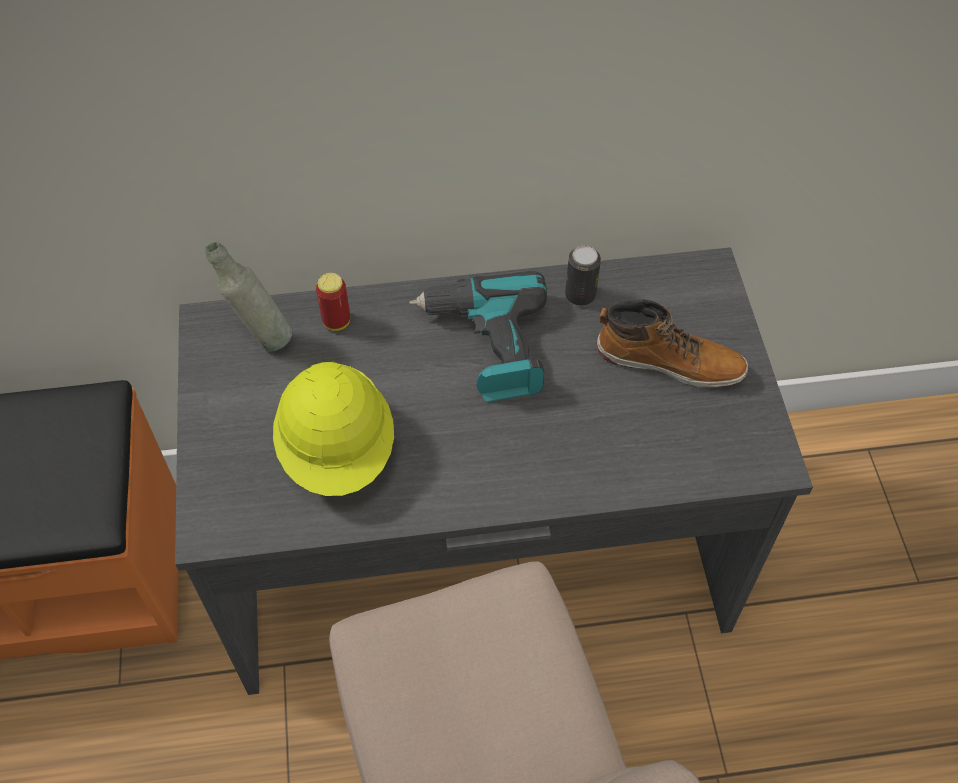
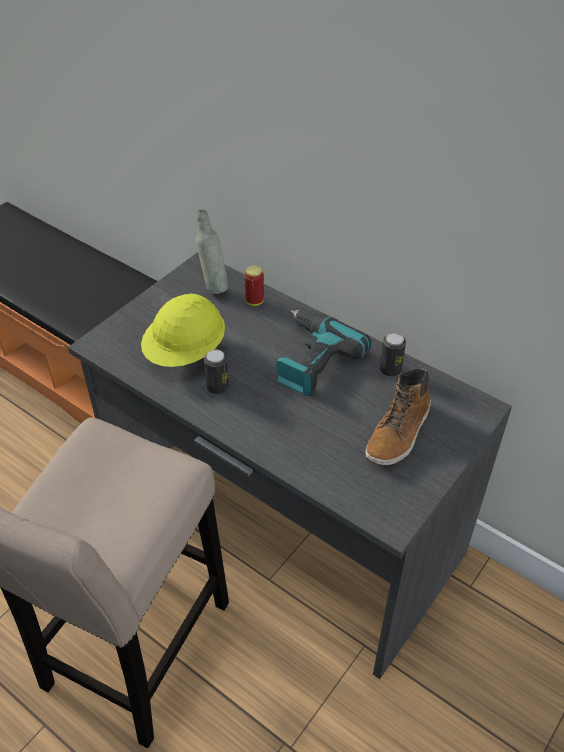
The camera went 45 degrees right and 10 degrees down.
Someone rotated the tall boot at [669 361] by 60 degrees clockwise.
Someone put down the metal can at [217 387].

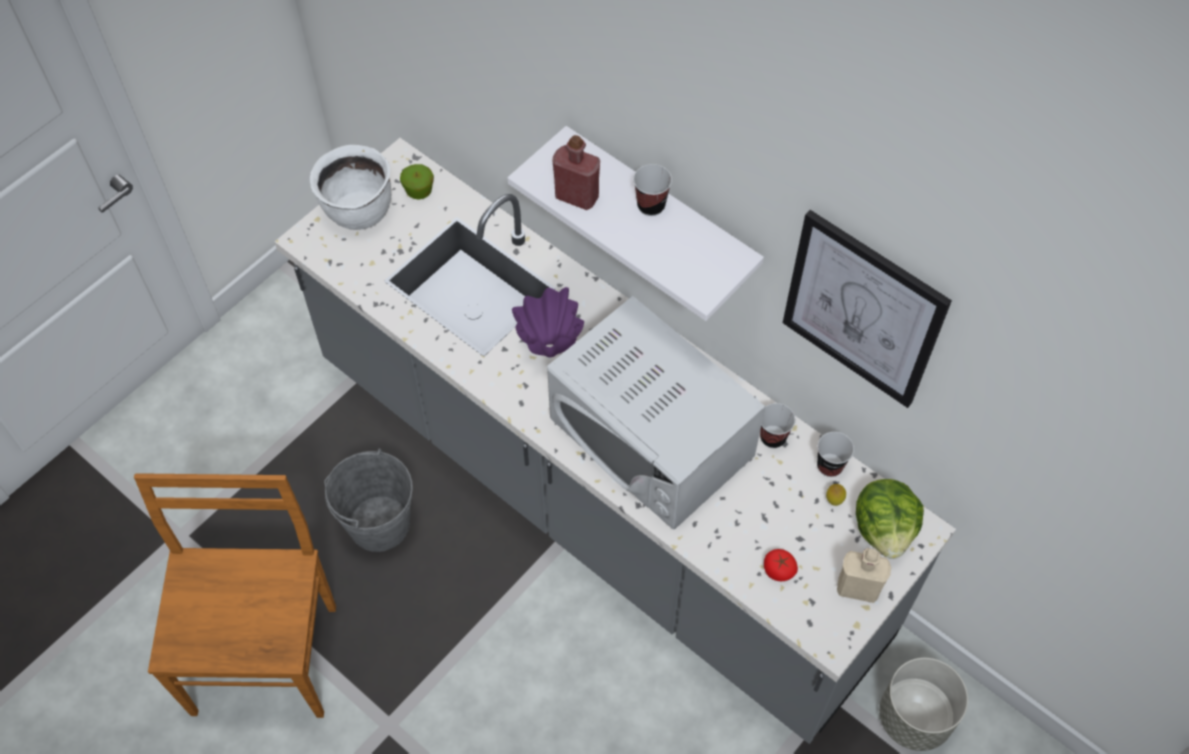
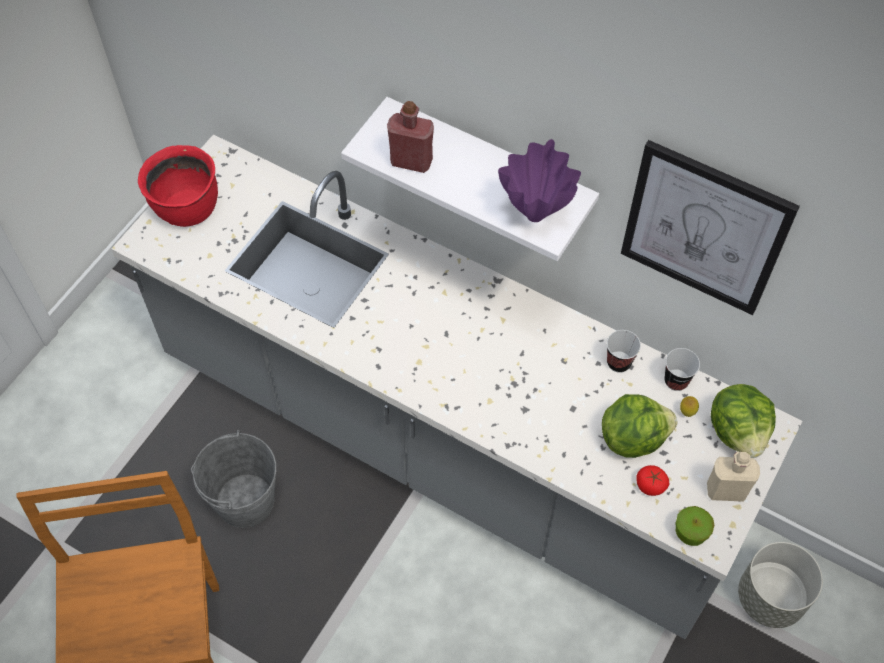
The camera went 10 degrees left and 0 degrees up.
Someone repainted the white saucepot at [358 211], which became the reddish saucepot at [187 209].
Someone carried the whole apple from [419 191] to [690 533].
Someone carried the purple vase from [549 352] to [534 216].
Someone took away the white kitchen microwave at [651 436].
Someone took away the small cup at [651 205].
Someone put down the lettuce head at [632 437].

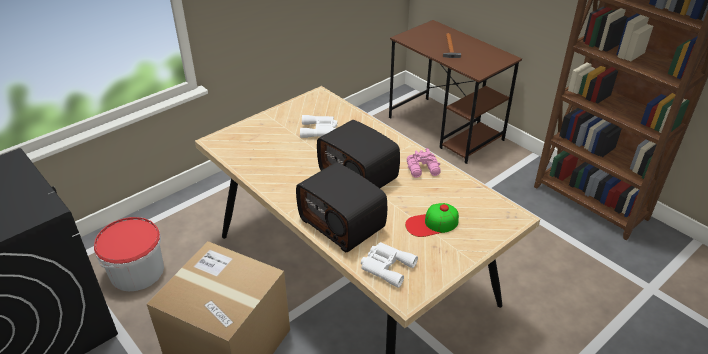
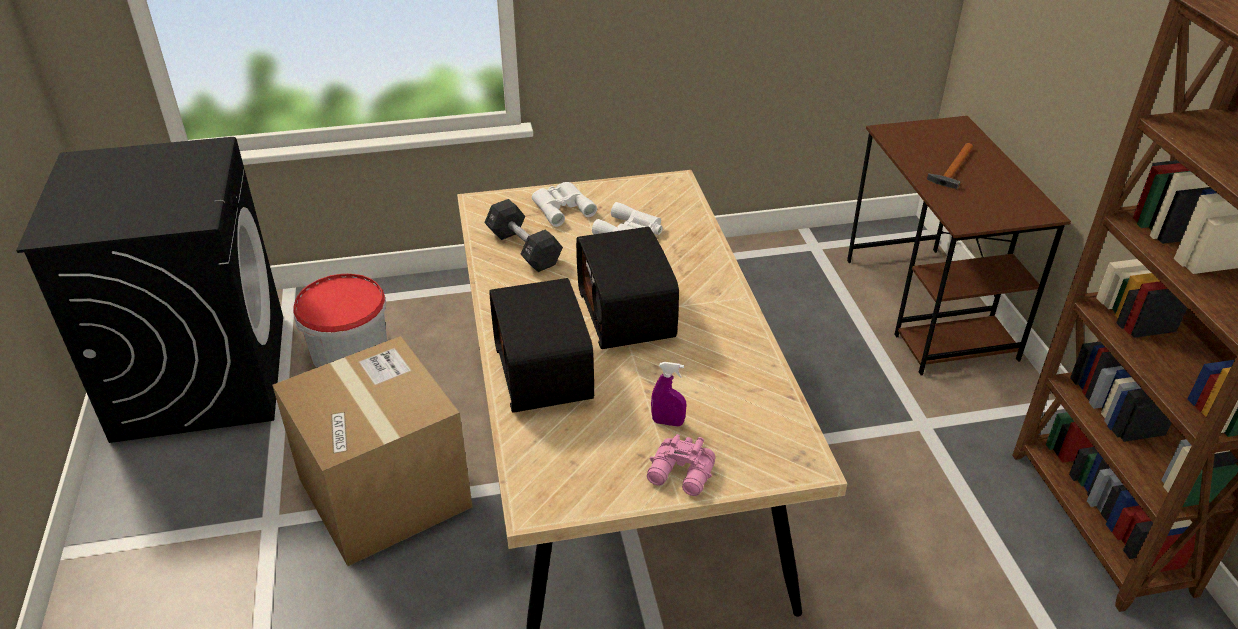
The camera went 30 degrees right and 0 degrees up.
Someone carried the white field glasses from [386 266] to [561 207].
Someone swapped the peaked cap at [432 224] for the purple sprayer at [667 422].
Someone carried the pinkish field glasses from [423 170] to [681 475].
Someone put down the blackish hand weight at [523 248].

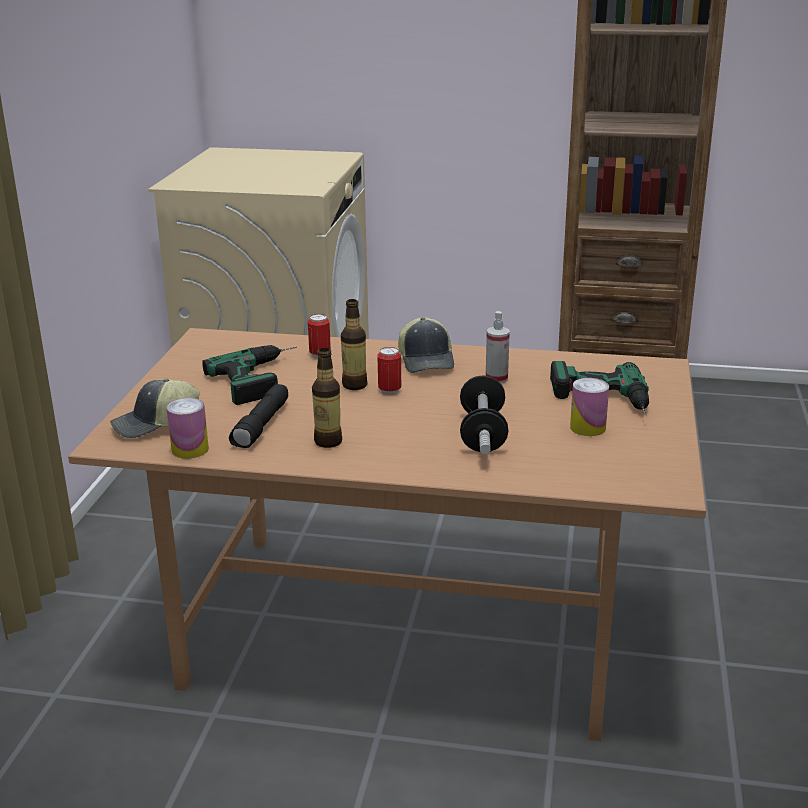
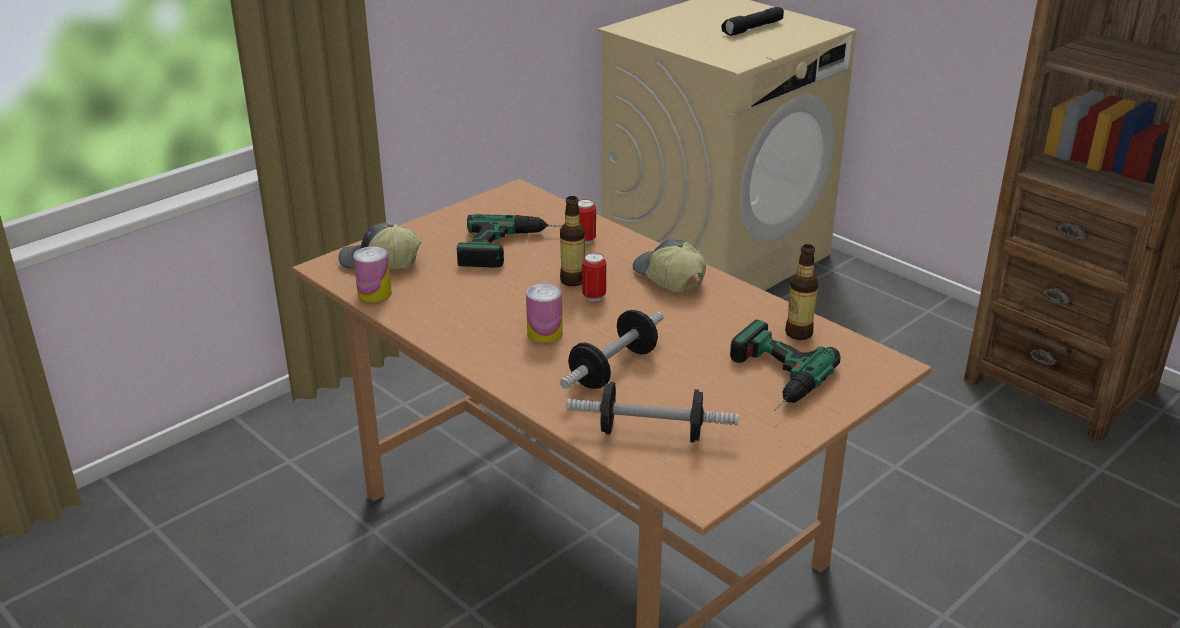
The camera went 35 degrees right and 5 degrees up.
Someone carried the blackish flashlight from [262 426] to [753 29].
Someone carried the beverage bottle from [328 442] to [799 333].
Someone rotated the peaked cap at [427 360] by 120 degrees clockwise.
Someone took away the sprayer at [496 379].
Someone carried the metal can from [587 427] to [544 333].
Someone put down the hand weight at [651 433].

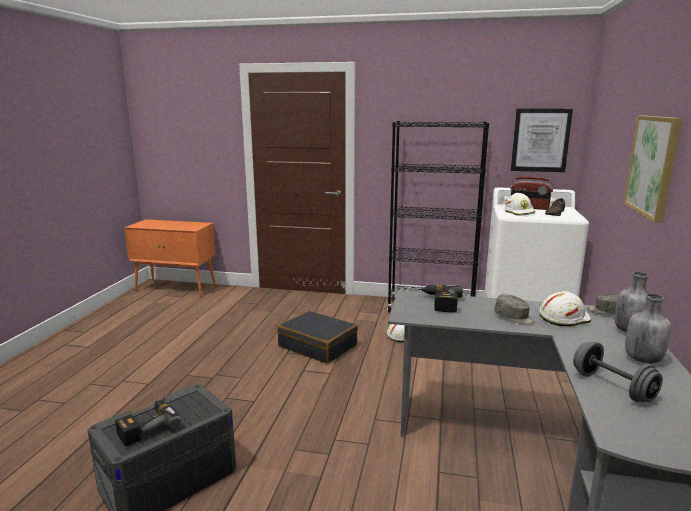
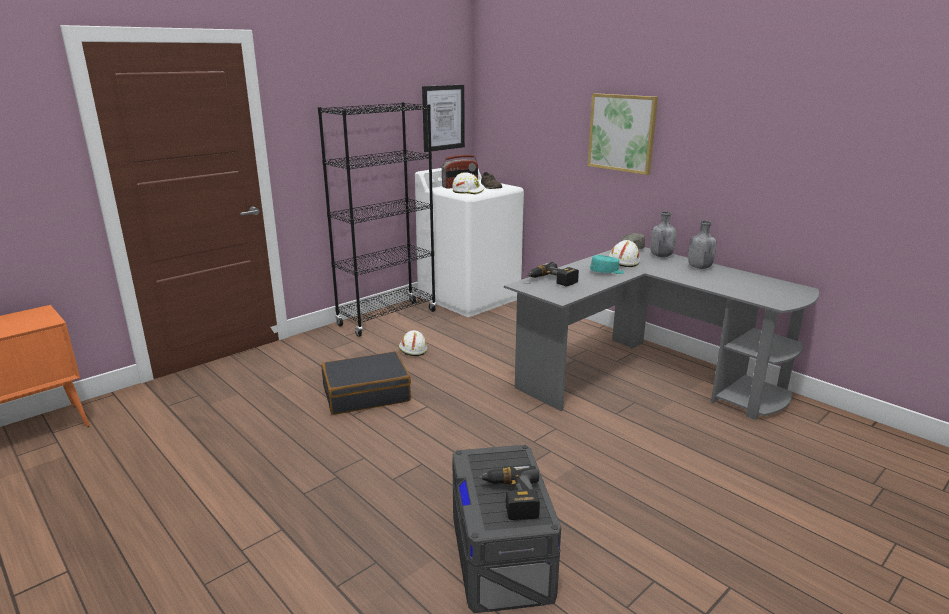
The camera went 55 degrees left and 5 degrees up.
Someone repainted the grey peaked cap at [514 318], which became the blue-green peaked cap at [607 272].
Someone took away the grey hand weight at [612 387].

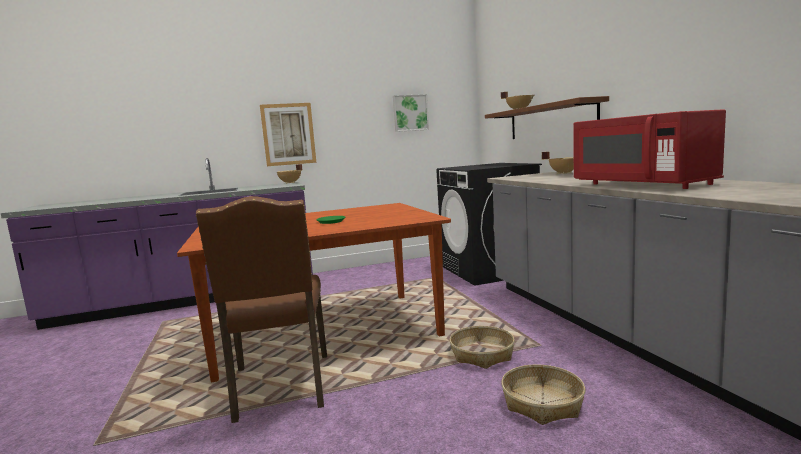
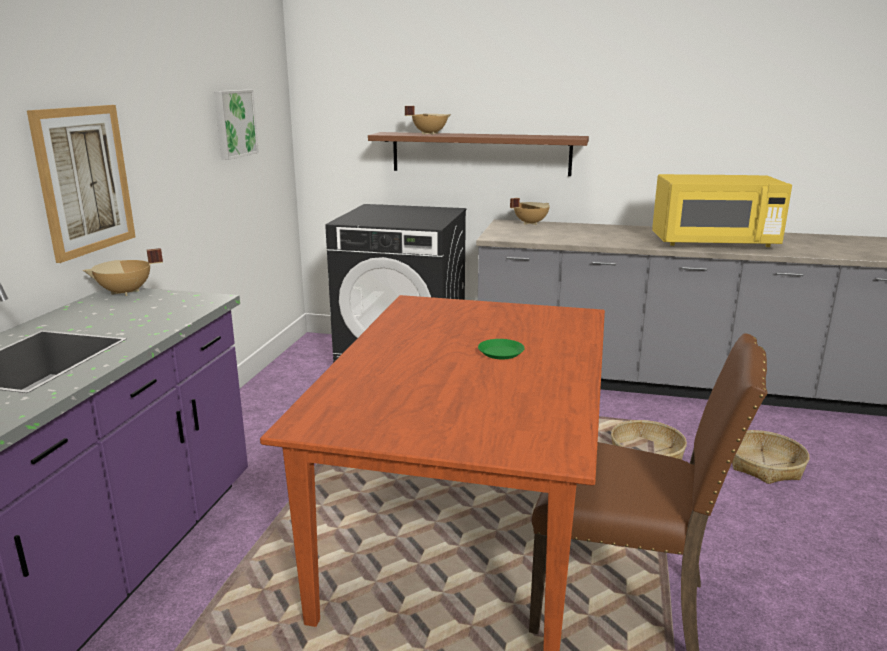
The camera went 60 degrees left and 10 degrees up.
Someone repainted the reddish kitchen microwave at [642 184], which became the yellow kitchen microwave at [713 243].

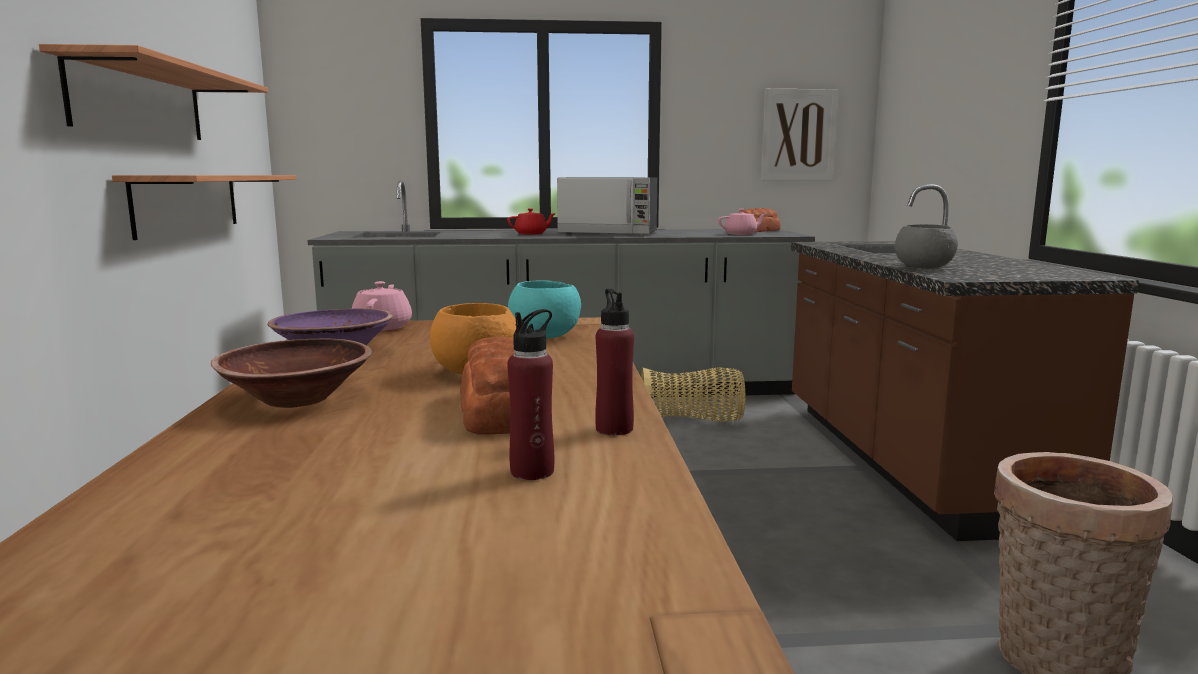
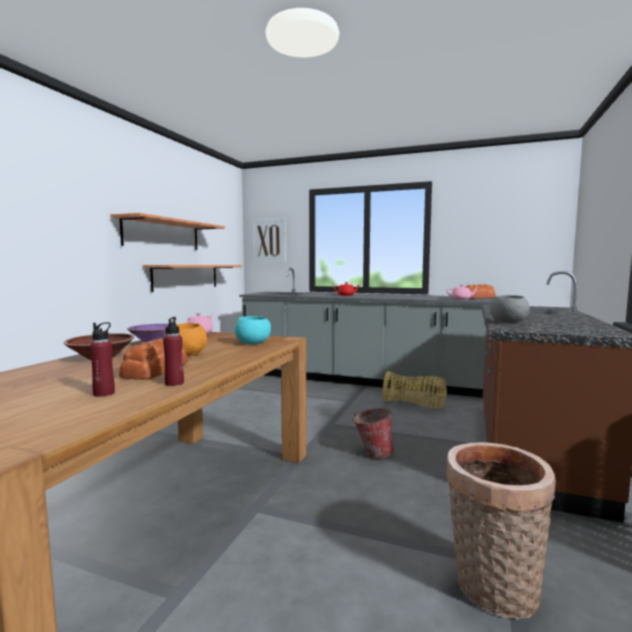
The camera went 25 degrees right and 5 degrees down.
Someone took away the kitchen microwave at [608 233].
Someone carried the picture from [798 135] to [269 240].
Someone put down the pail at [372 454].

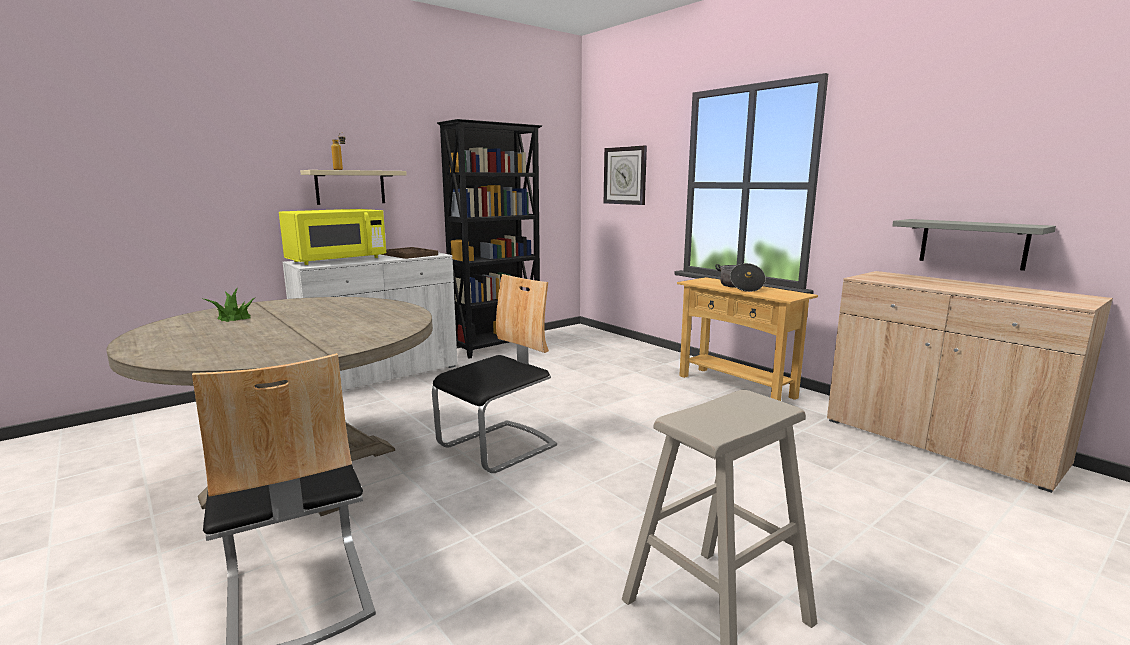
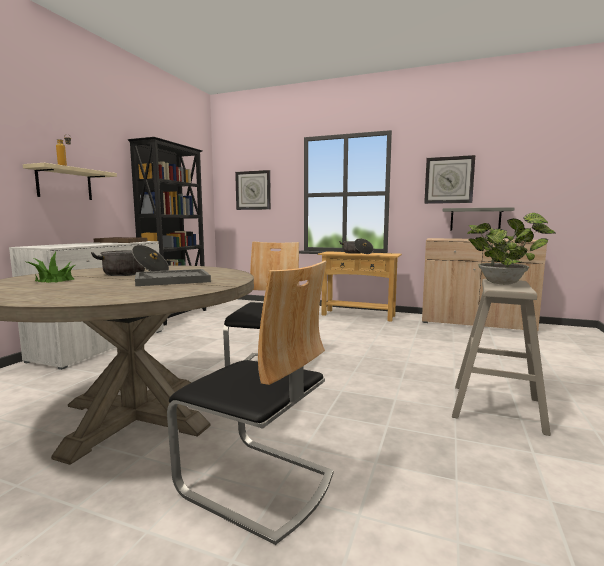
The camera went 30 degrees left and 5 degrees down.
Someone took away the yellow kitchen microwave at [336 260].
Someone put down the saucepot at [134 274].
Someone put down the grey carrying tray at [172 280].
Someone put up the clock on the wall at [449 180].
Someone put down the potted plant at [505 283].

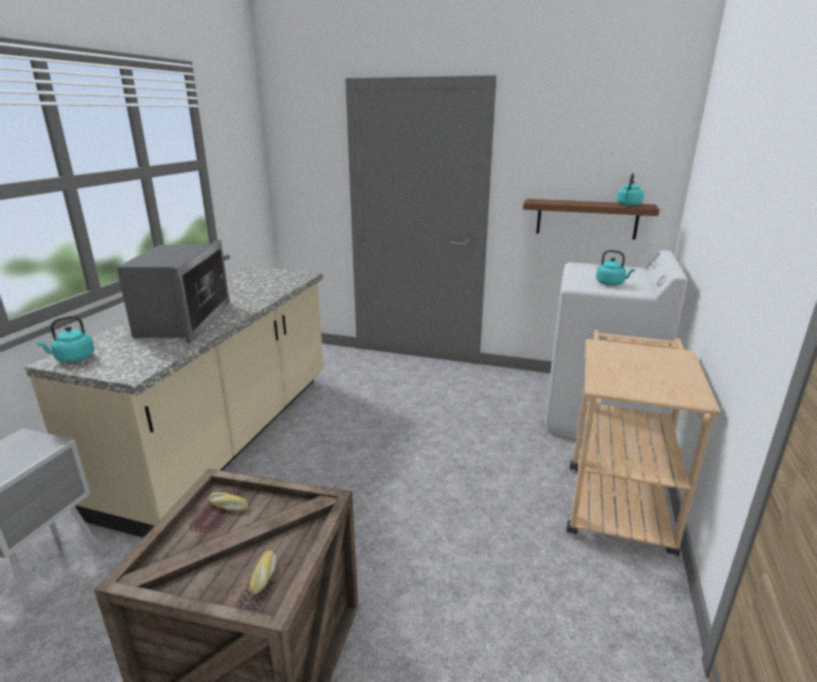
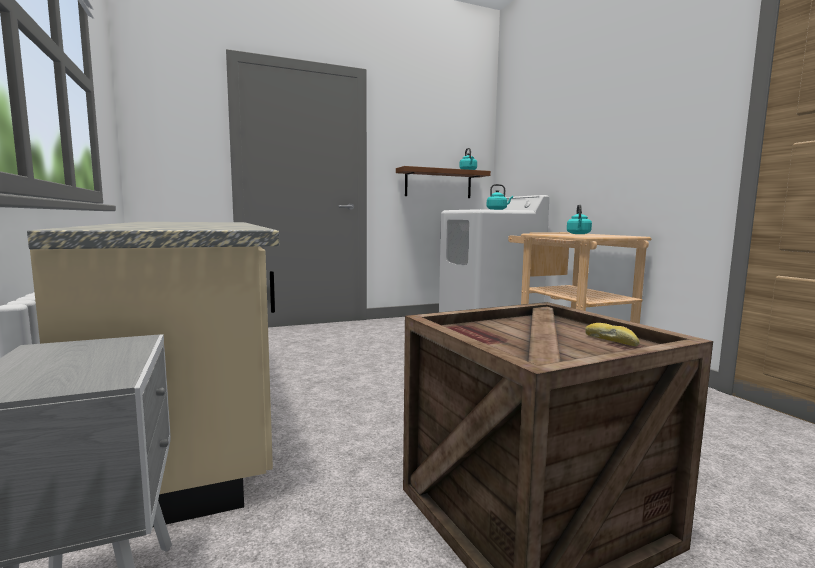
The camera went 40 degrees left and 15 degrees down.
Someone carried the blue-green kettle from [73 358] to [578 234].
Someone took away the kitchen microwave at [183 321].
Someone took away the bakery bread at [227 506].

